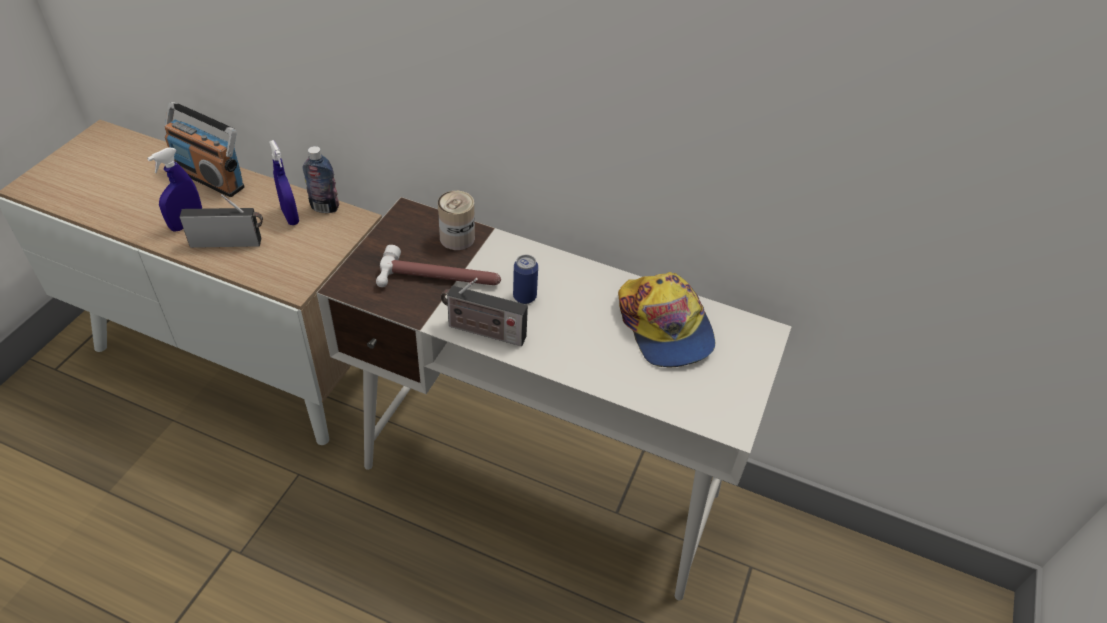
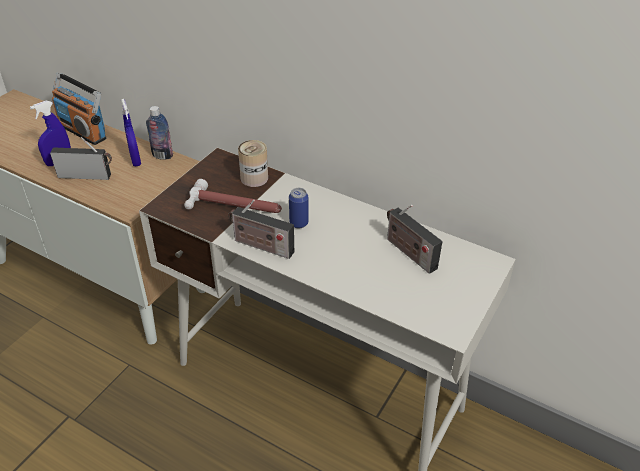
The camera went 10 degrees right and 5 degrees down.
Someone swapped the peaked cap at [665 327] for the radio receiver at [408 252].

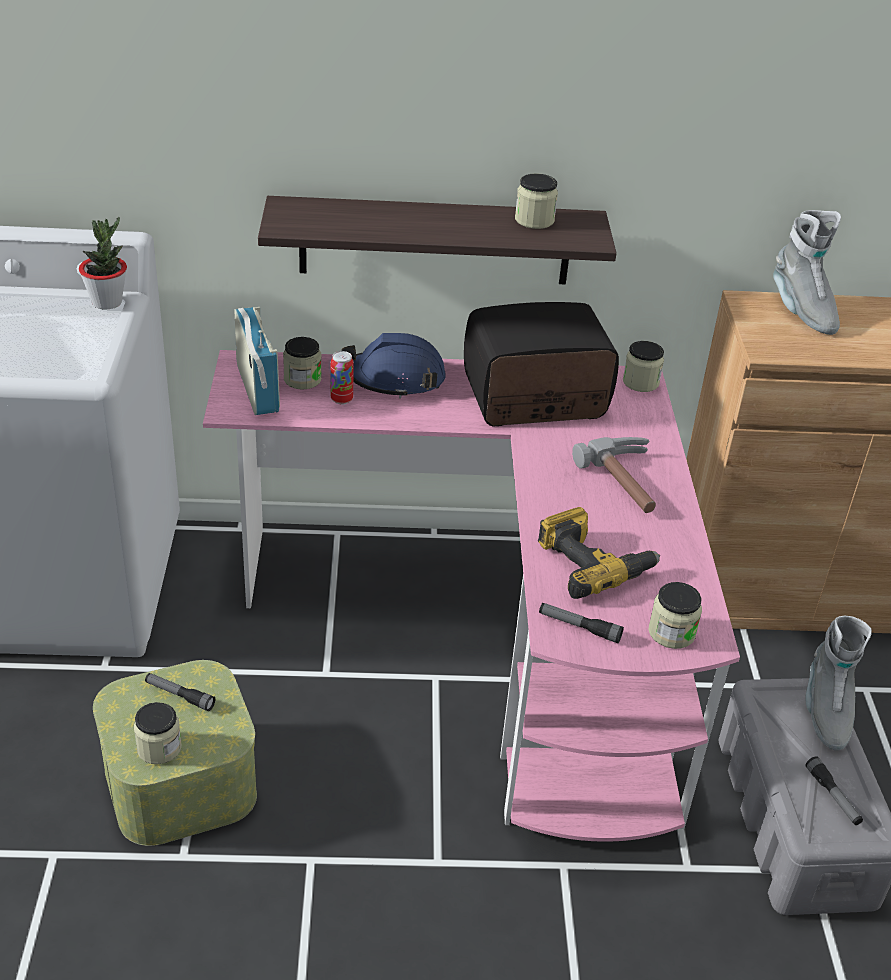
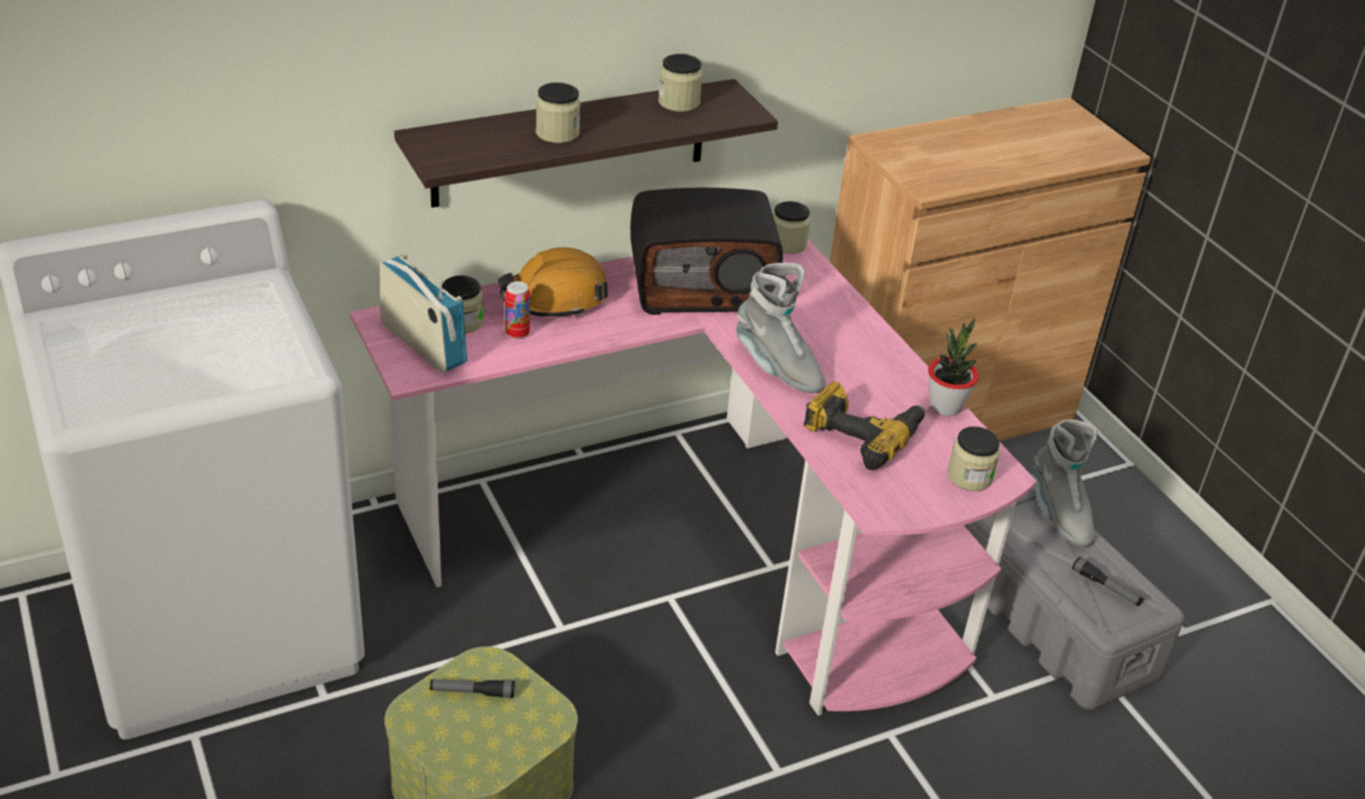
The camera went 25 degrees left and 0 degrees up.
Someone carried the potted plant from [107 302] to [945 406].
Someone carried the jar from [159 748] to [557 133].
Someone repainted the blue work helmet at [395 379], which became the orange-coloured work helmet at [555 298].
Someone rotated the radio receiver at [534 399] by 150 degrees counterclockwise.
Someone took away the flashlight at [579 627].
Someone took away the tool hammer at [630 482].
Someone carried the grey tall boot from [801 311] to [777 368].

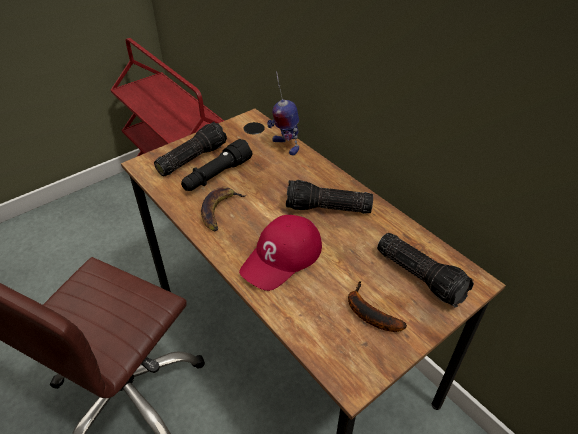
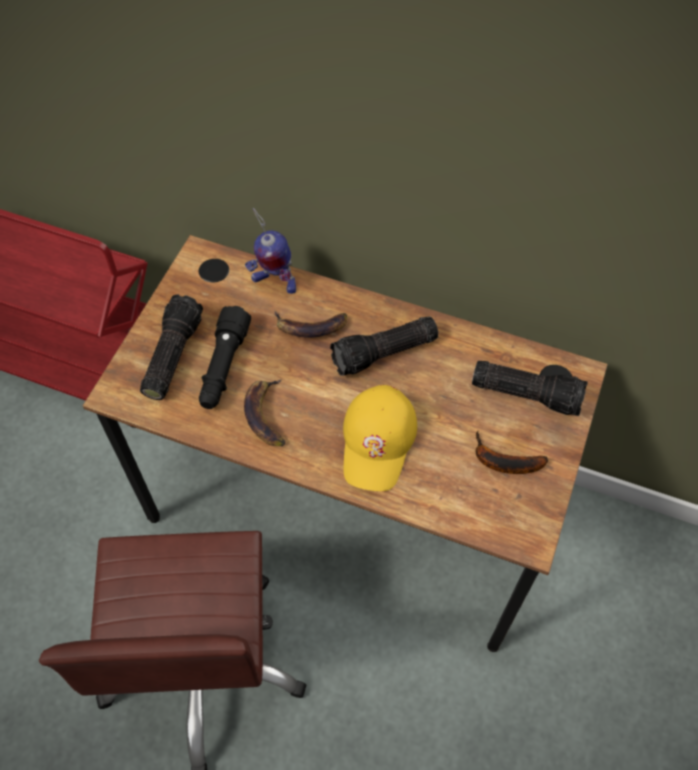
The camera went 30 degrees left and 15 degrees up.
Someone repainted the reddish peaked cap at [282 257], which became the yellow peaked cap at [378 441].
Someone put down the whole banana at [310 327].

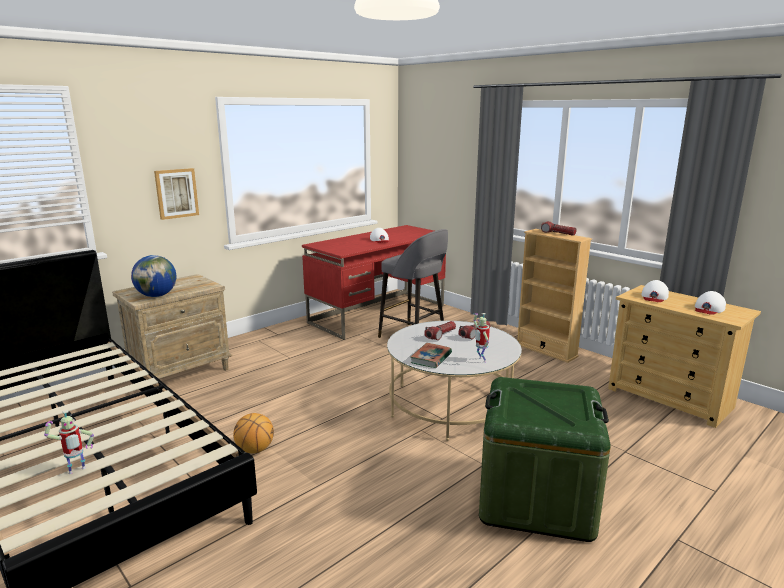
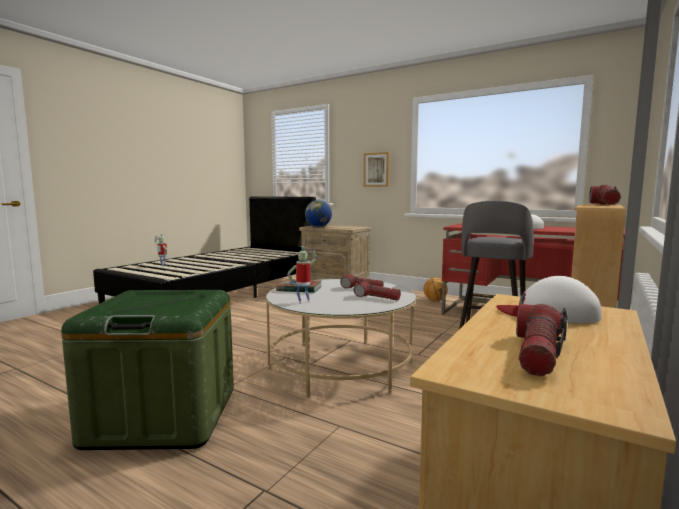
The camera went 75 degrees right and 10 degrees down.
Someone carried the basketball ball from [255 450] to [435 300].
Someone swapped the white peaked cap at [708 308] for the flashlight at [538 354].

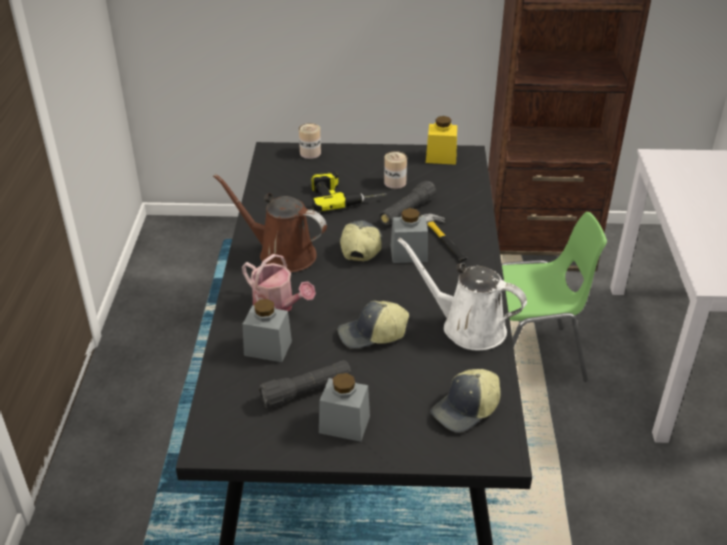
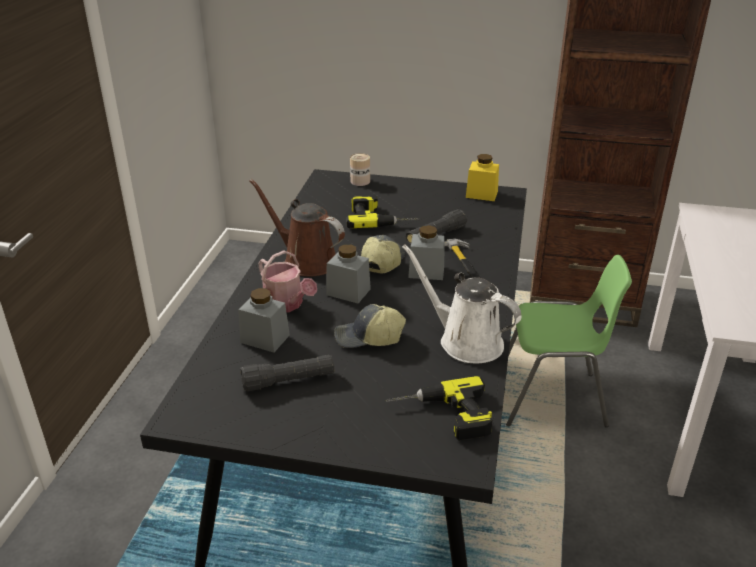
The camera went 10 degrees right and 5 degrees down.
Someone carried the grey jar from [344 424] to [348 292].
Someone took away the metal can at [395 182].
Someone swapped the peaked cap at [466 410] for the drill at [442 417].

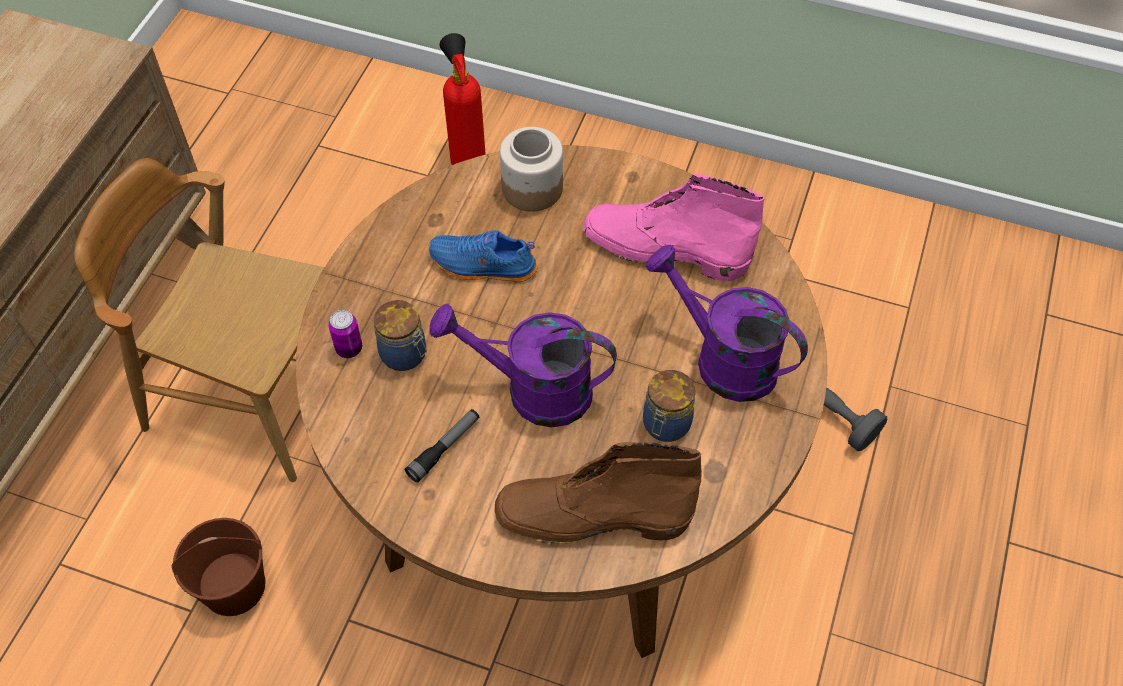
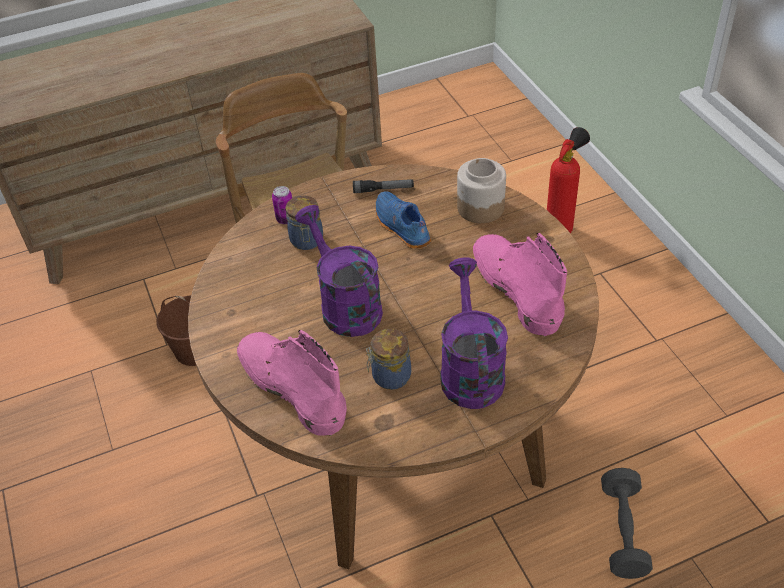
The camera went 50 degrees right and 10 degrees down.
Someone carried the flashlight from [444 448] to [383 190].
Someone repainted the brownish tall boot at [591 515], which became the pinkish tall boot at [290 387].

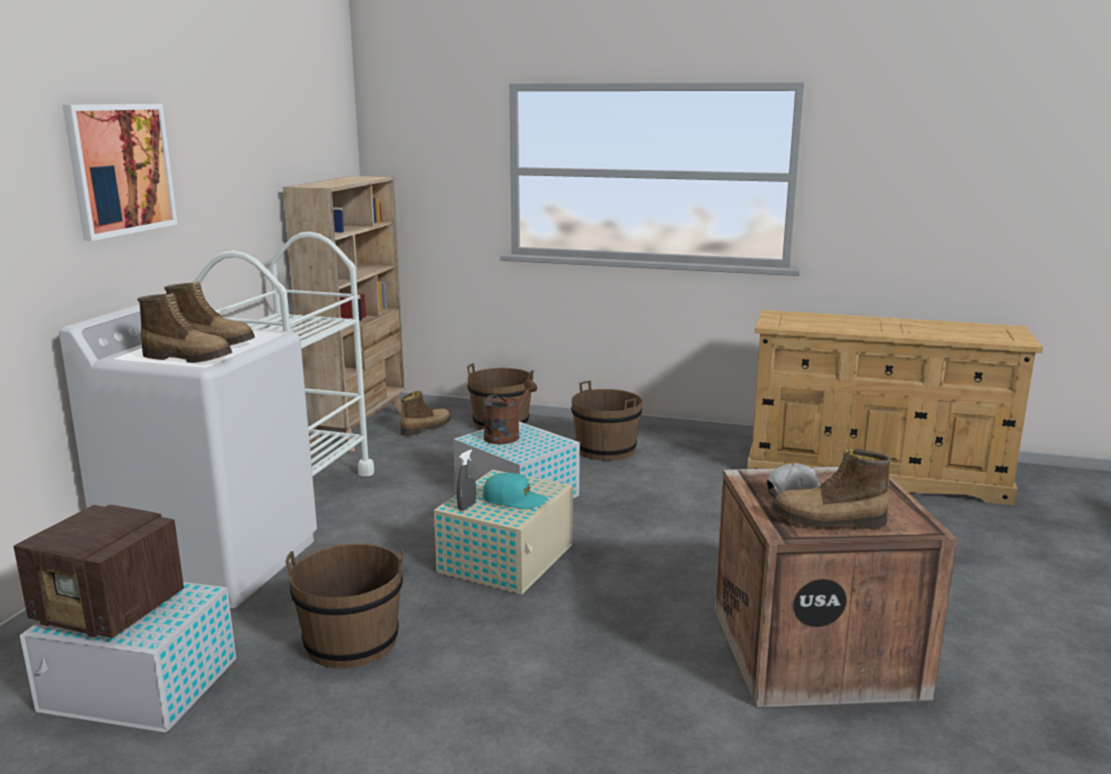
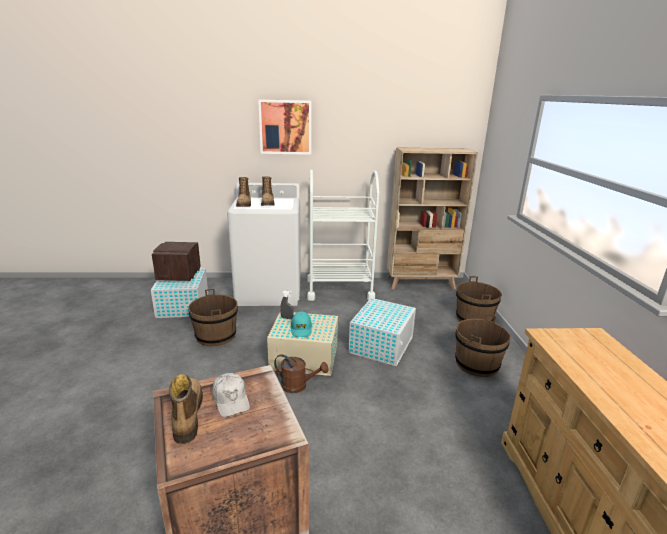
The camera went 70 degrees right and 5 degrees up.
Someone took away the tall boot at [425 428].
Someone carried the brownish watering can from [506 435] to [298 386].

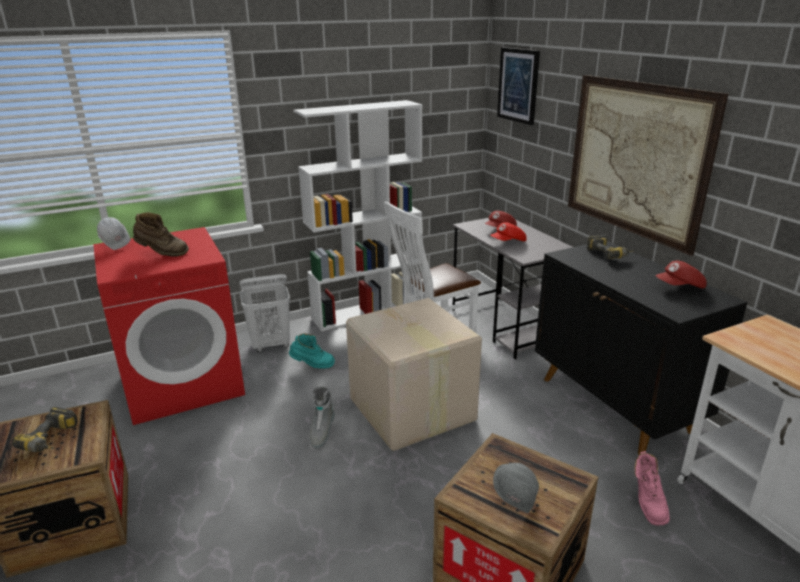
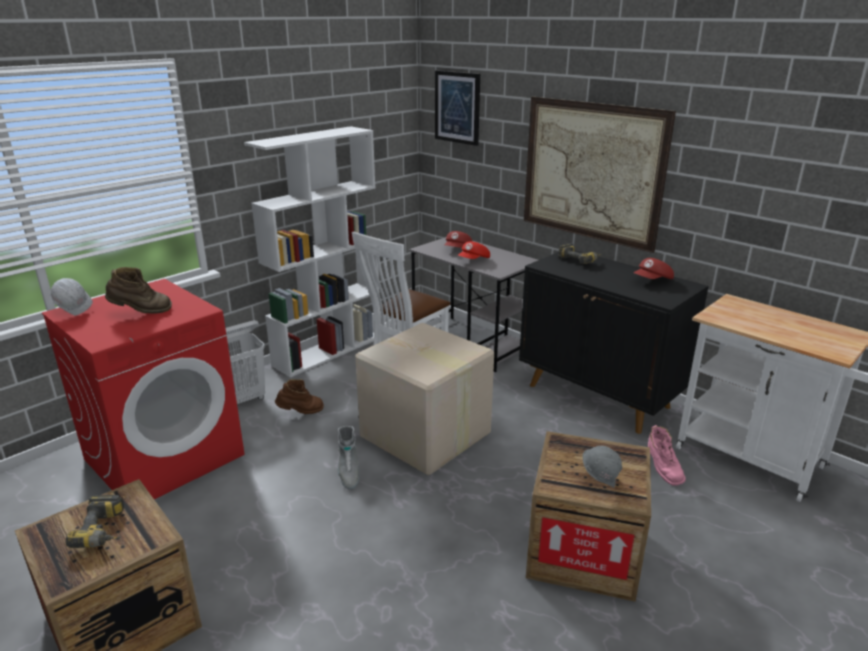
The camera went 20 degrees left and 0 degrees up.
Someone repainted the blue-green tall boot at [312 366], which became the brownish tall boot at [301 412].

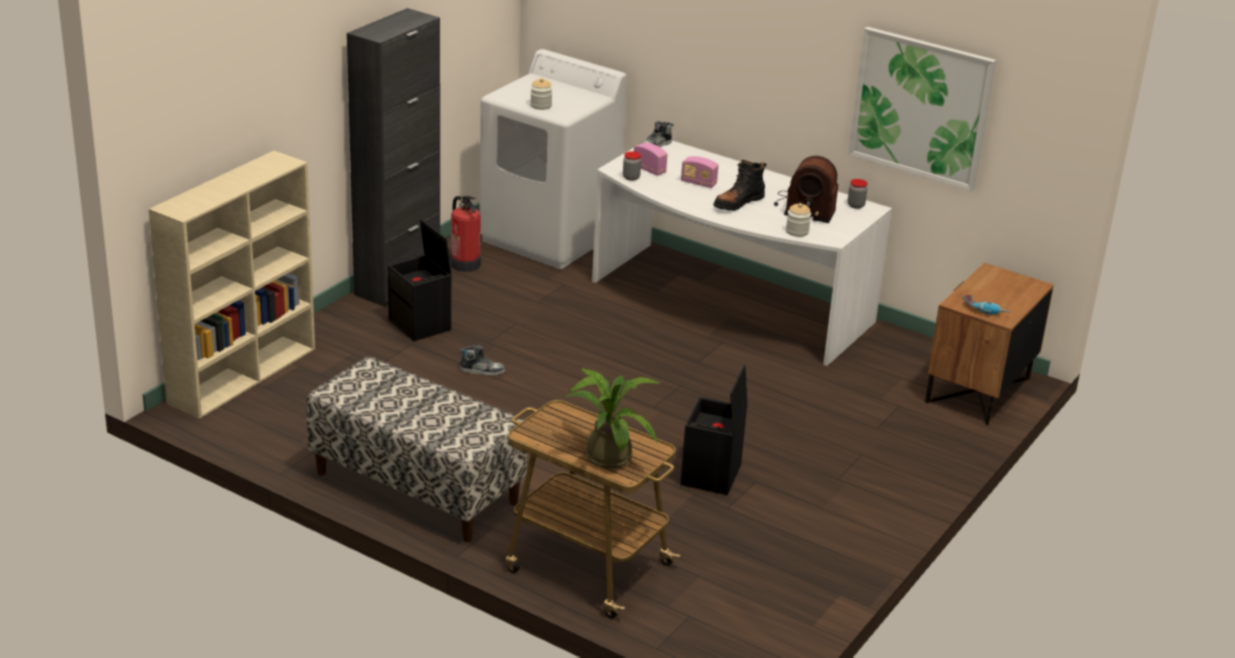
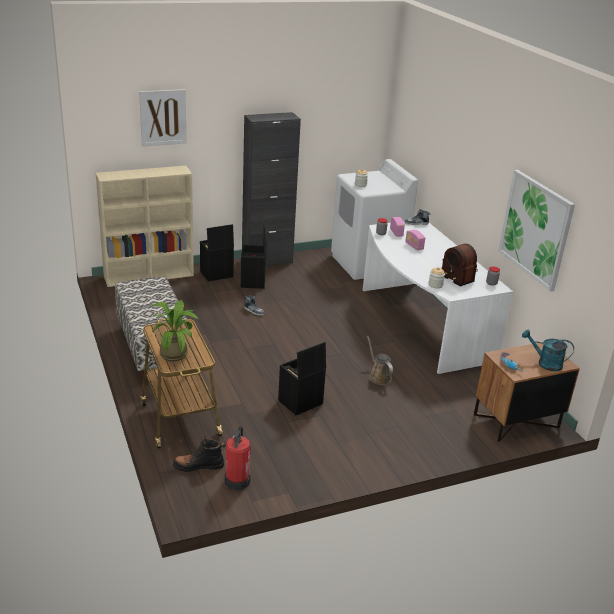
The camera went 35 degrees right and 0 degrees up.
Someone carried the fire-fighting cylinder from [465 264] to [237 480].
Someone carried the blackish tall boot from [738 203] to [198 466].
Someone put up the picture at [163 117].
Someone put down the blackish storage container at [216 274].
Someone put down the brownish watering can at [378 376].
Someone put down the blue-green watering can at [545 363].

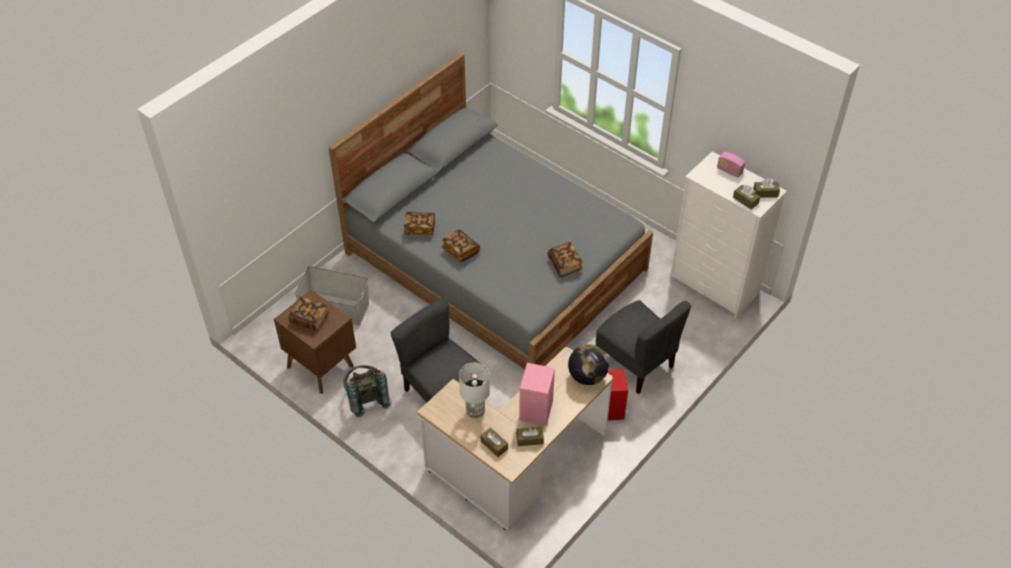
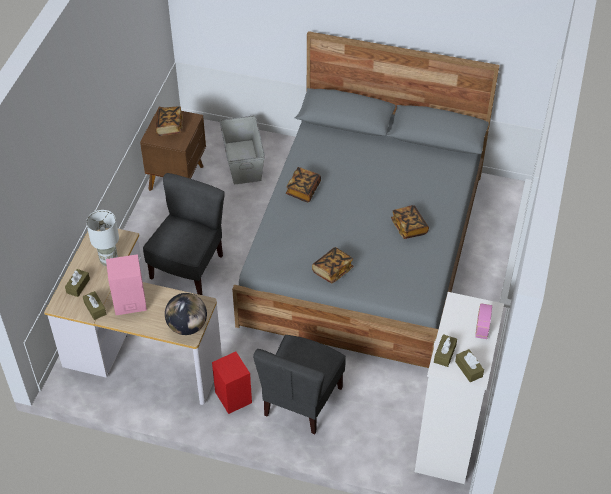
The camera went 65 degrees right and 0 degrees up.
Someone took away the grey knapsack at [366 398].
Someone carried the book from [420 228] to [409 227].

